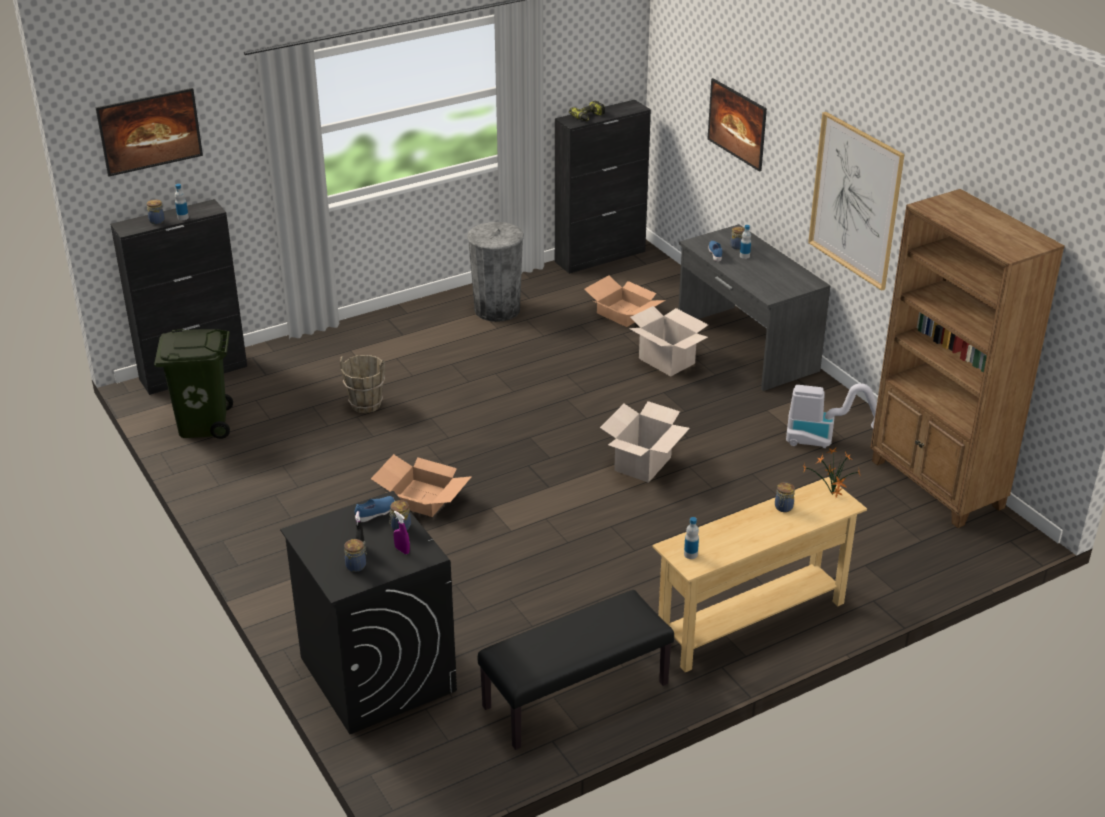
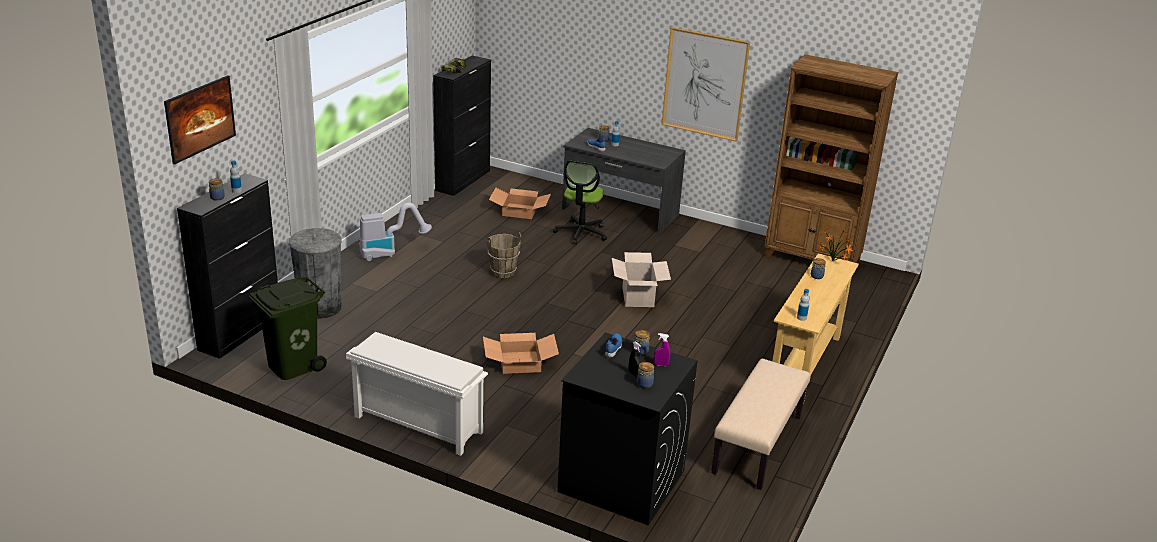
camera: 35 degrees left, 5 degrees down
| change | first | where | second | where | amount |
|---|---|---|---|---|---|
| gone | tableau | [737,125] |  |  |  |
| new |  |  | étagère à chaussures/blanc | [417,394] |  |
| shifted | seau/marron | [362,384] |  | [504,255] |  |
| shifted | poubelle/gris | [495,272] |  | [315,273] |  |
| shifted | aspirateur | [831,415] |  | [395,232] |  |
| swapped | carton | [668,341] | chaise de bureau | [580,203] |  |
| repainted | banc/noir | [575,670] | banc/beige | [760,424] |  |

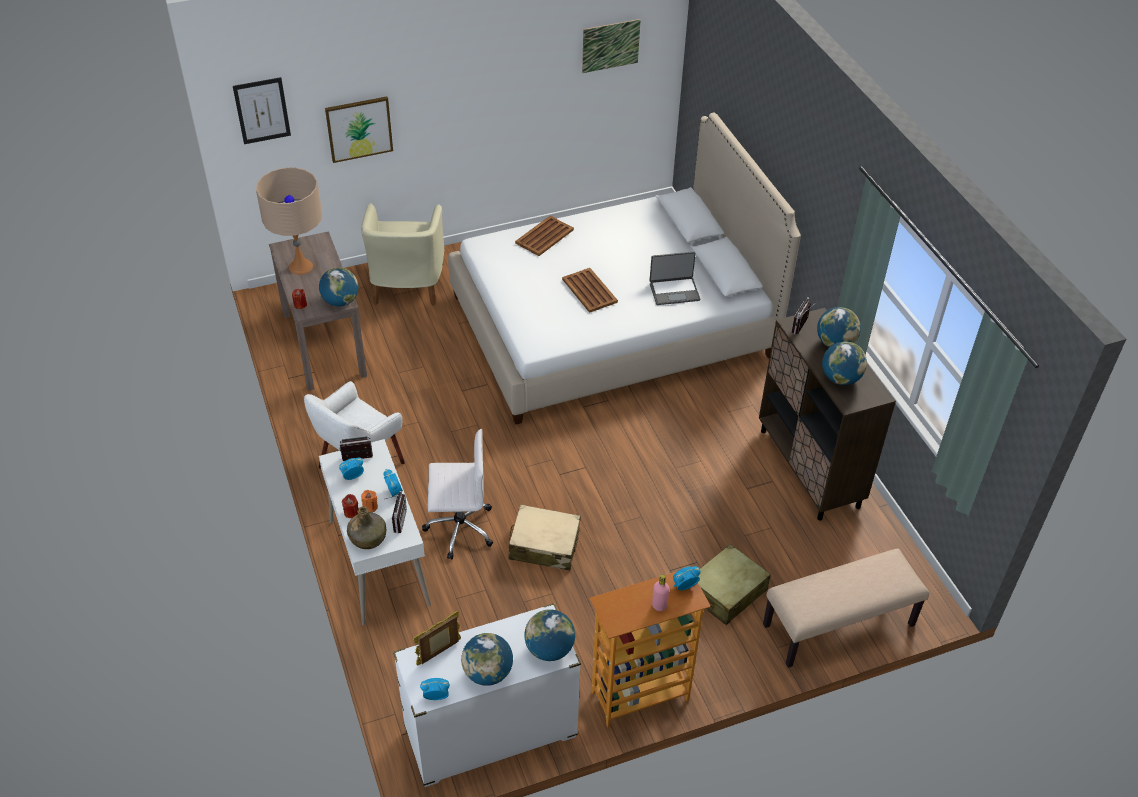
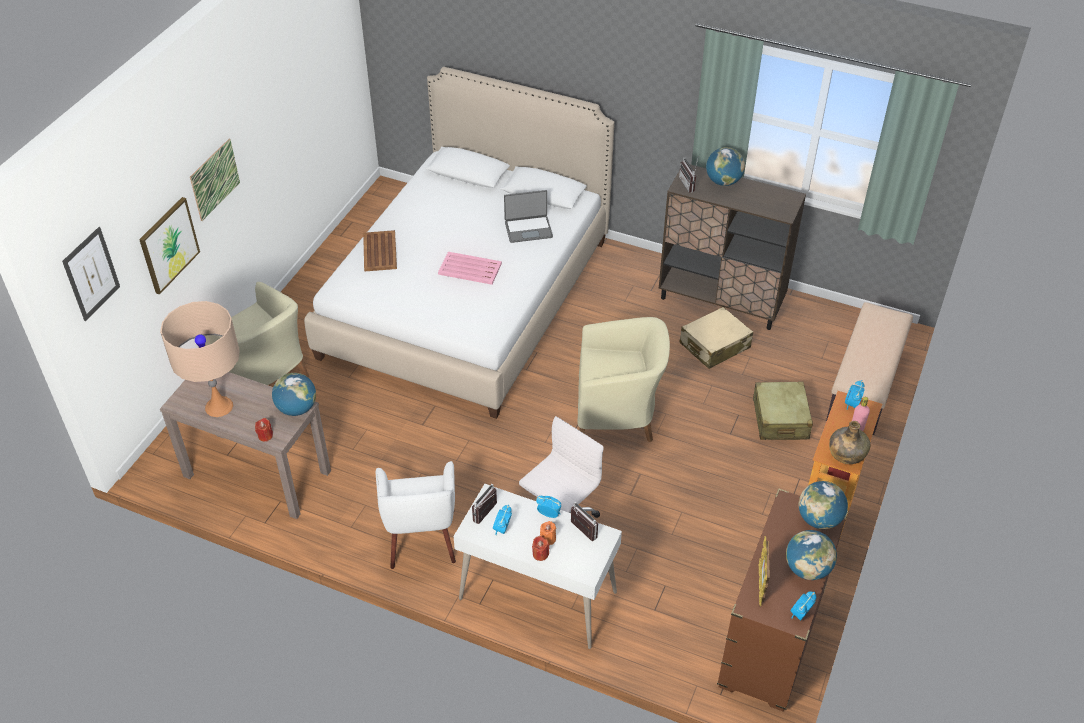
camera: 45 degrees left, 0 degrees up
| change | first | where | second | where | amount |
|---|---|---|---|---|---|
| gone | globe | [844,363] |  |  |  |
| new |  |  | fauteuil/beige | [623,379] |  |
| shifted | bouteille/vert | [366,527] |  | [849,442] |  |
| shifted | valise/beige | [545,537] |  | [716,338] |  |
| shifted | tableau | [611,46] |  | [215,180] |  |
| repainted | commode/blanc | [487,695] | commode/marron | [782,600] |  |
| repainted | plateau/marron | [590,290] | plateau/rose | [470,268] |  |
| rotated | ordinateur portable | [674,278] |  | [528,216] | 45 degrees clockwise |

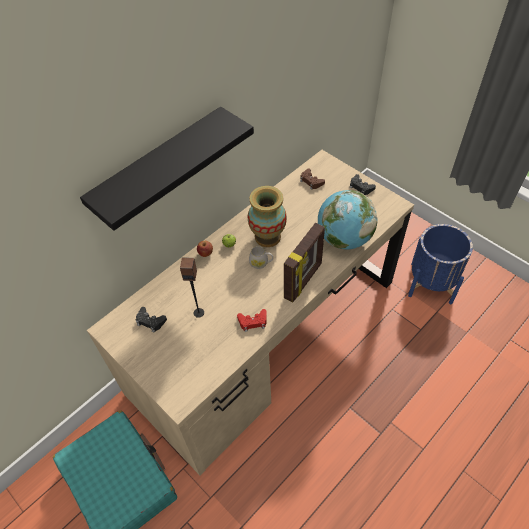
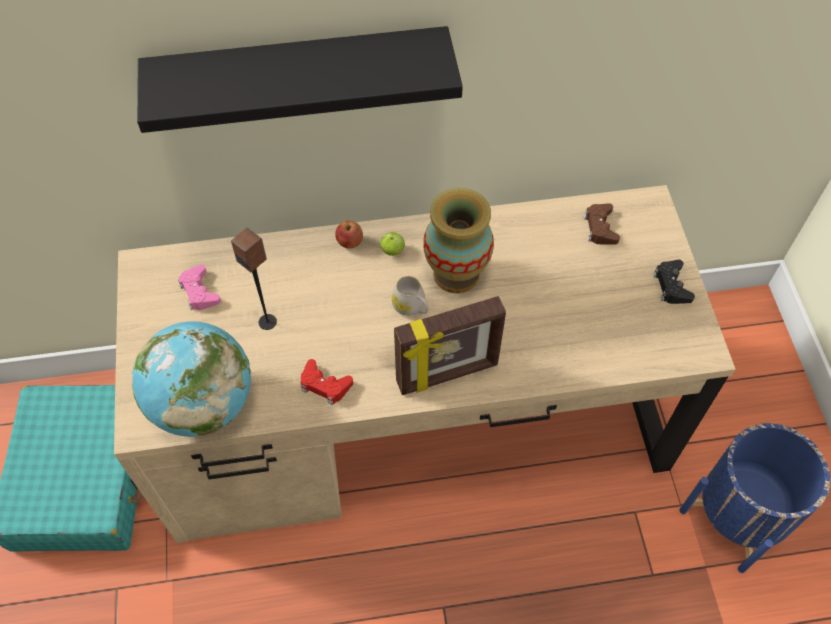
camera: 35 degrees right, 5 degrees up
| change | first | where | second | where | amount |
|---|---|---|---|---|---|
| shifted | globe | [348,219] |  | [191,379] |  |
| repainted | manette/noir | [151,319] | manette/rose | [199,287] |  |

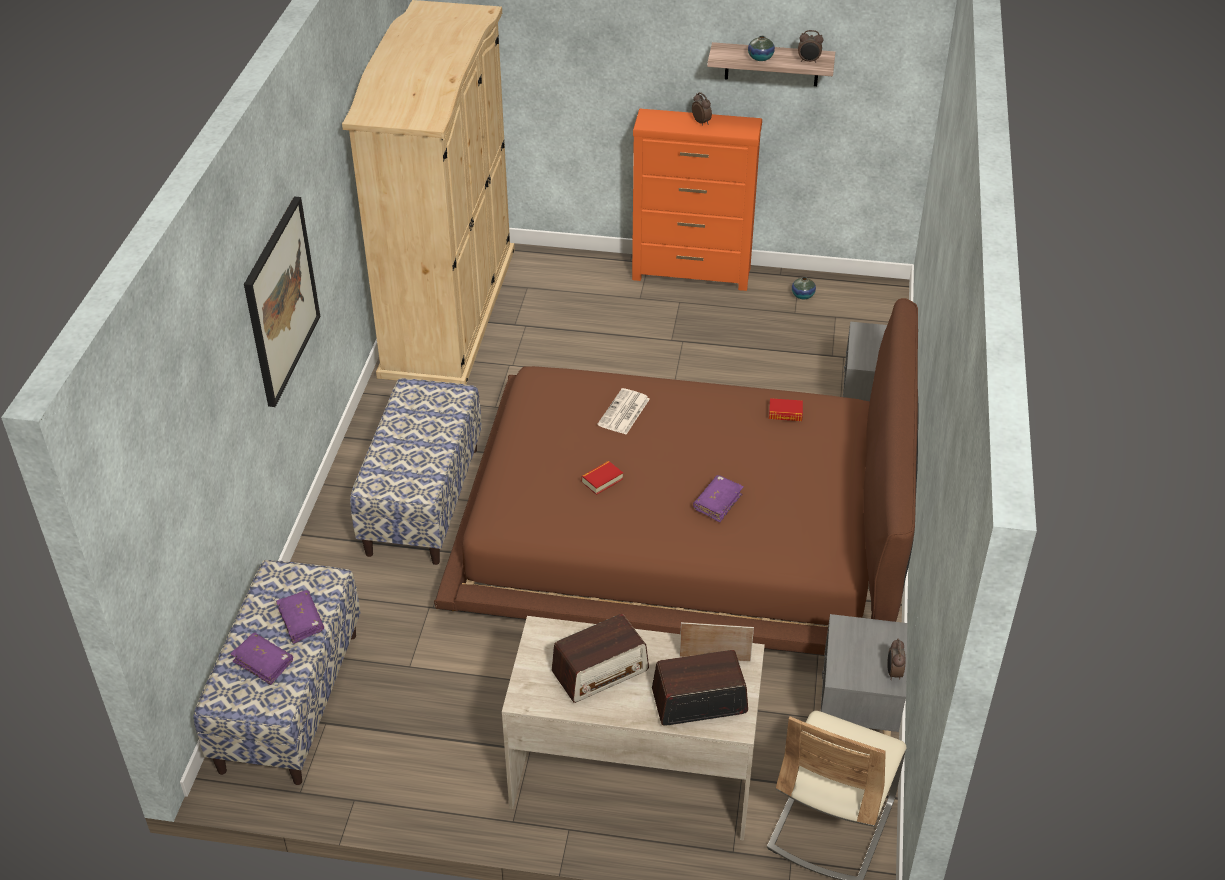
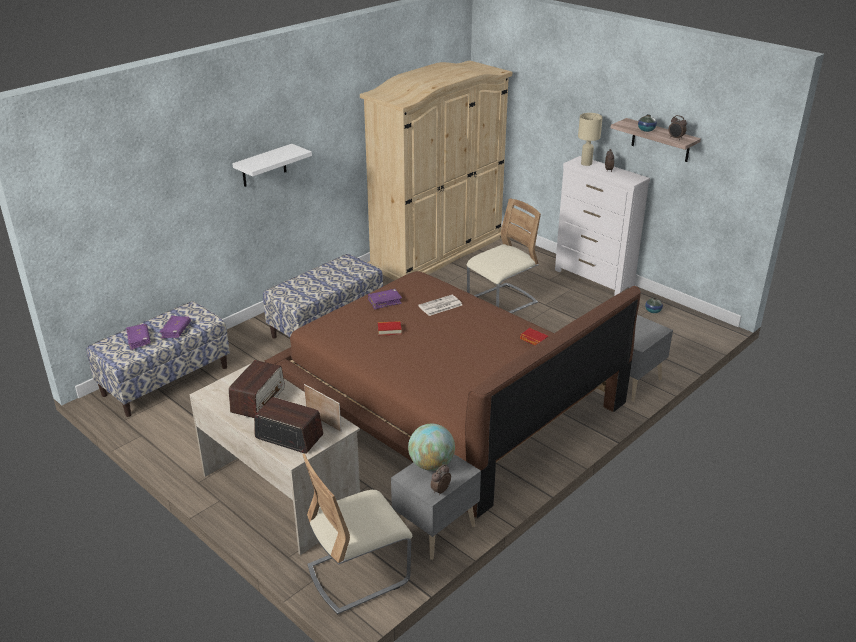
camera: 35 degrees right, 10 degrees down
| change | first | where | second | where | amount |
|---|---|---|---|---|---|
| new |  |  | globe | [431,447] |  |
| new |  |  | chaise/beige | [504,255] |  |
| new |  |  | lampe de table/beige | [590,139] |  |
| shifted | livre/violet | [718,498] |  | [385,299] |  |
| swapped | tableau | [282,301] | étagère/blanc | [272,165] |  |
| repainted | commode/orange | [697,200] | commode/blanc | [602,225] |  |
| rotated | radio | [600,658] |  | [257,389] | 75 degrees counterclockwise |

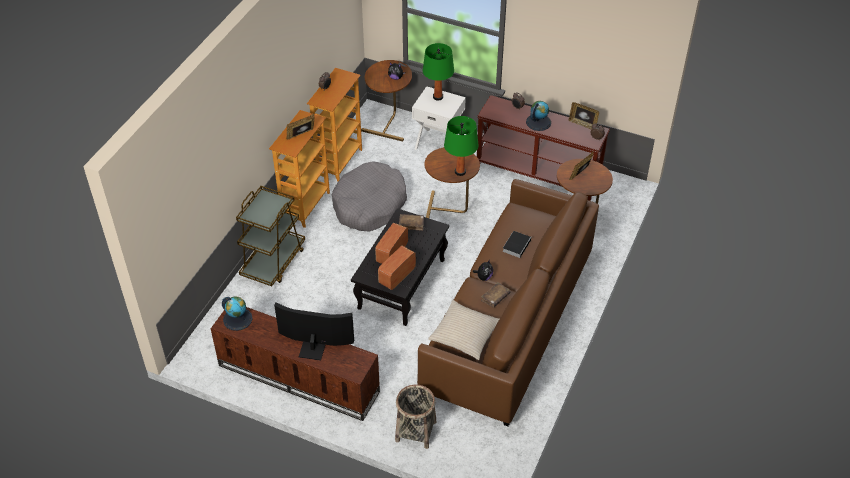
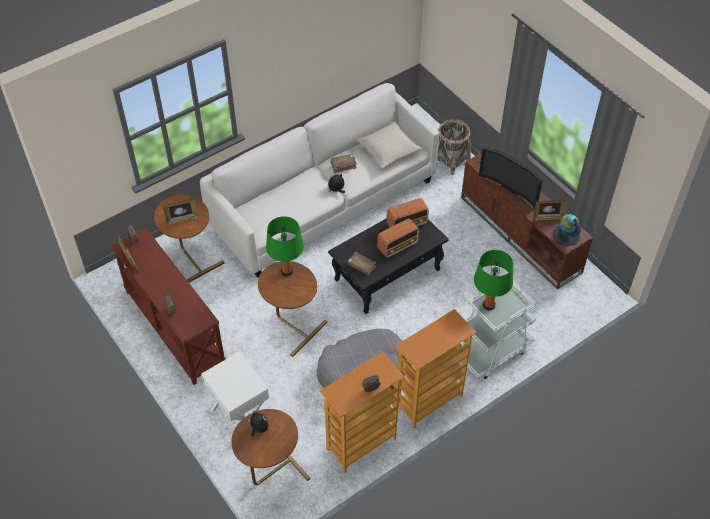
camera: 150 degrees left, 5 degrees up
| change | first | where | second | where | amount |
|---|---|---|---|---|---|
| gone | livre | [517,244] |  |  |  |
| gone | globe | [538,116] |  |  |  |
| shifted | cadre photo | [300,126] |  | [550,210] |  |
| shifted | lampe de table/vert | [438,72] |  | [493,280] |  |
| repainted | chariot/marron | [270,236] | chariot/blanc | [498,330] |  |
| repainted | canapé/marron | [508,302] | canapé/blanc | [319,180] |  |

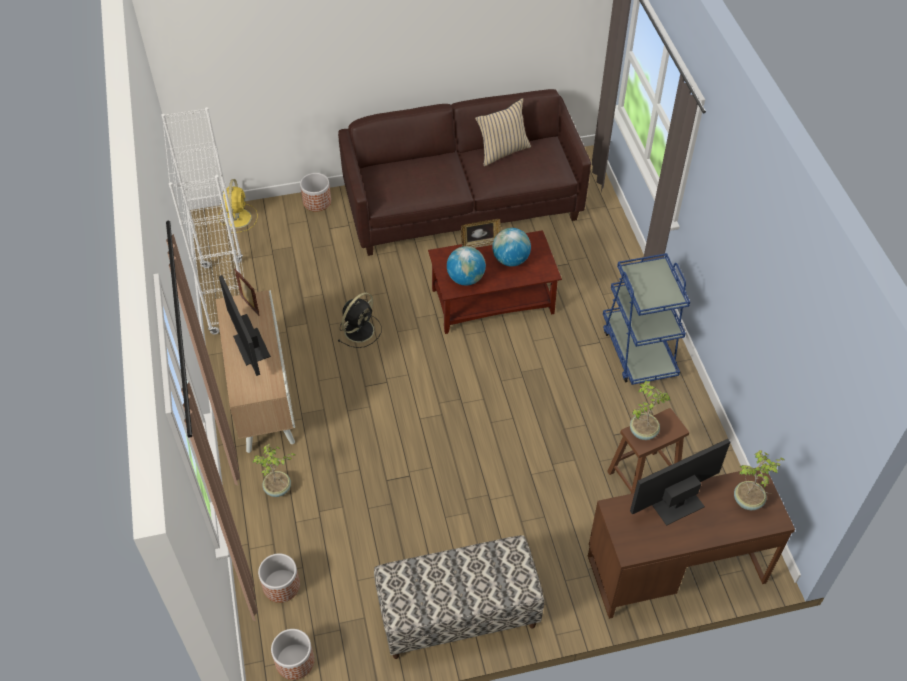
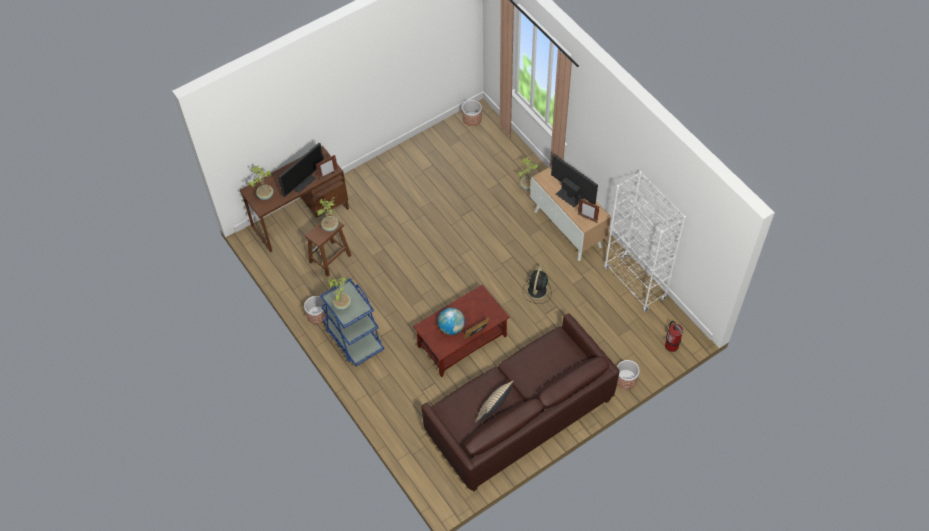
camera: 160 degrees right, 5 degrees up
| change | first | where | second | where | amount |
|---|---|---|---|---|---|
| gone | banc | [459,597] |  |  |  |
| gone | globe | [466,265] |  |  |  |
| new |  |  | cadre photo | [327,167] |  |
| new |  |  | plante en pot | [339,293] |  |
| shifted | cache-pot | [279,578] |  | [315,310] |  |
| swapped | ventilateur/jaune | [238,206] | extincteur | [674,336] |  |

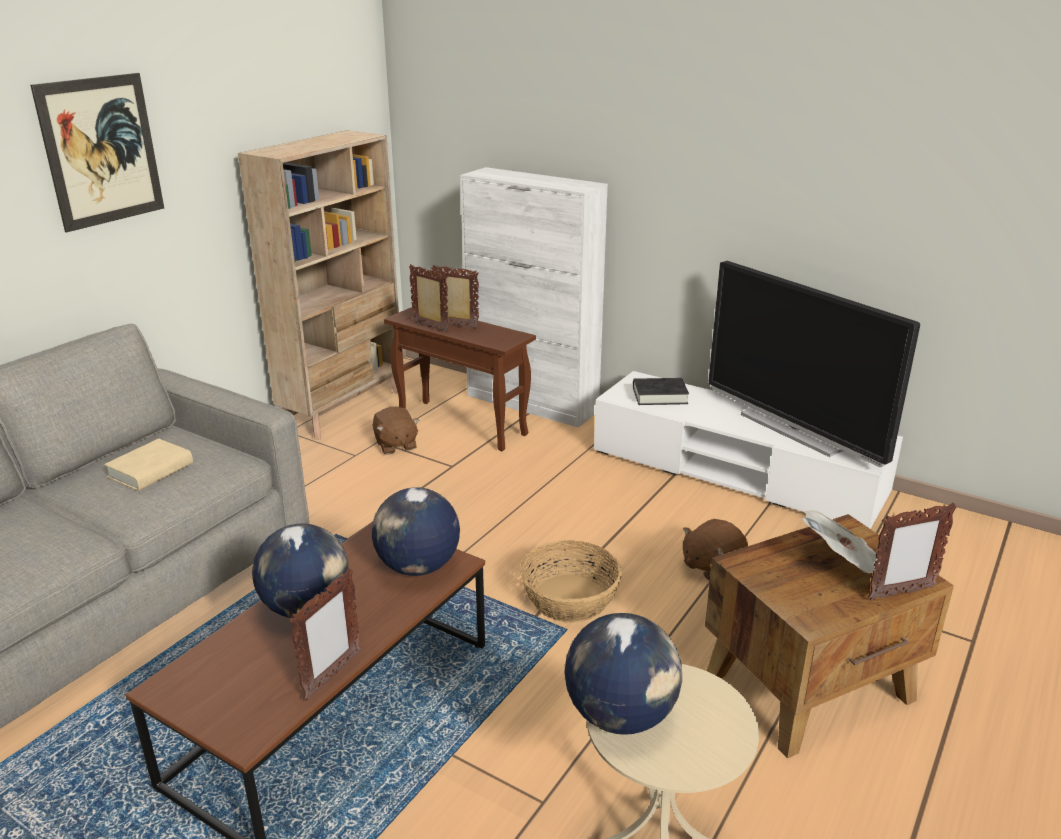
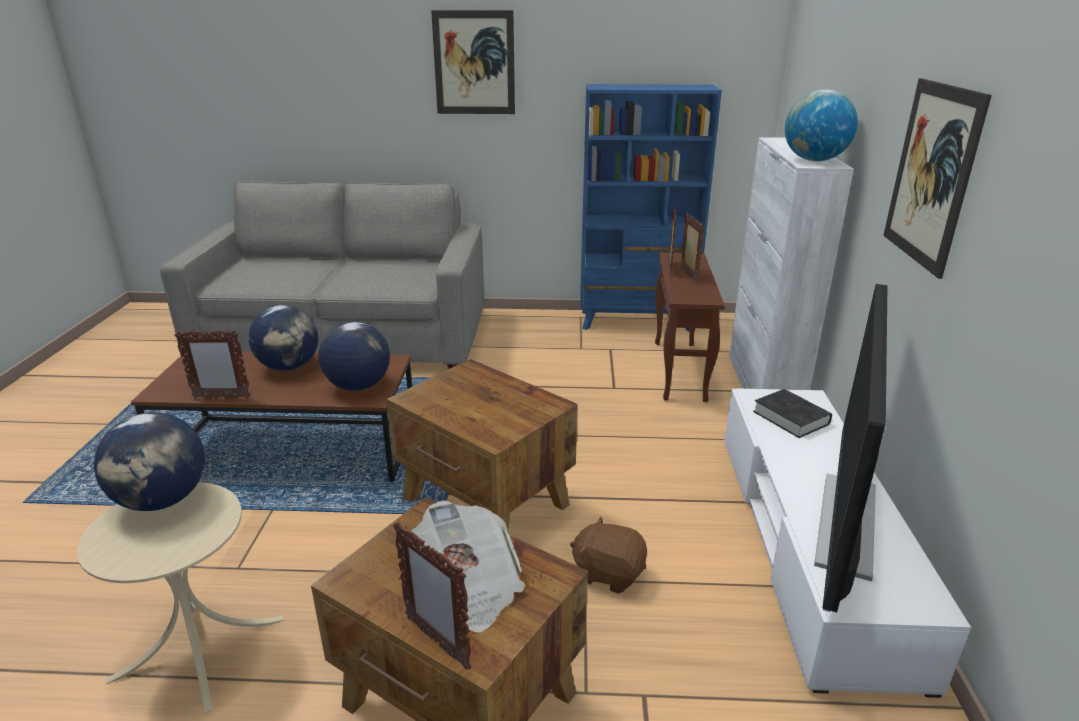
camera: 60 degrees right, 0 degrees up
| change | first | where | second | where | amount |
|---|---|---|---|---|---|
| gone | livre/beige | [148,465] |  |  |  |
| gone | peluche/marron | [396,431] |  |  |  |
| new |  |  | globe | [821,125] |  |
| new |  |  | tableau | [937,178] |  |
| swapped | panier | [571,581] | table d'appoint/marron | [482,446] |  |
| repainted | bibliothèque/beige | [318,285] | bibliothèque/bleu | [651,208] |  |

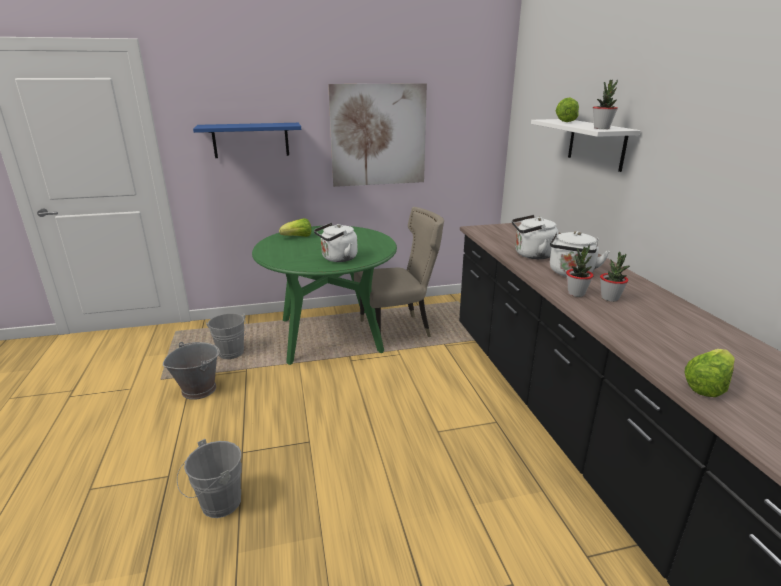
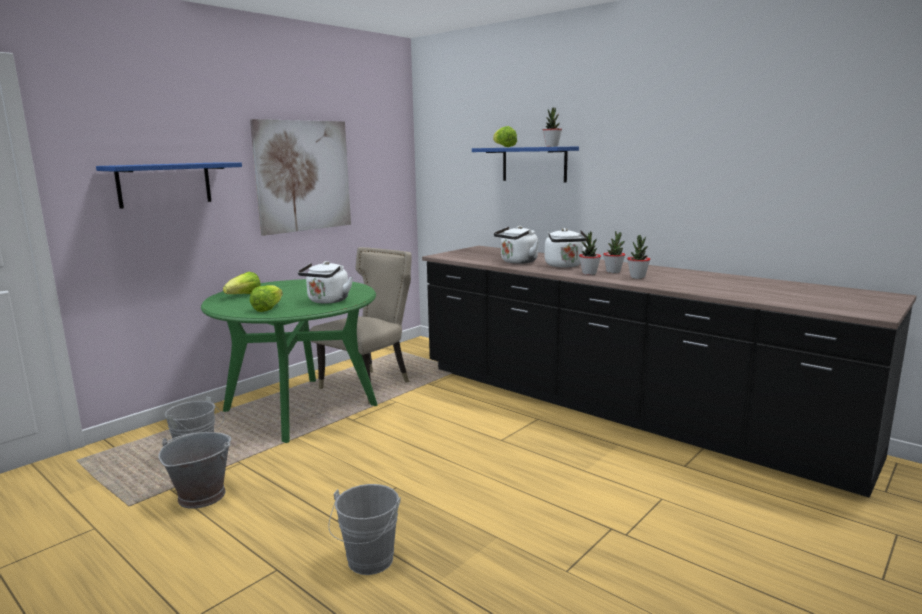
camera: 35 degrees left, 10 degrees down
| change | first | where | second | where | amount |
|---|---|---|---|---|---|
| new |  |  | plante en pot | [638,257] |  |
| shifted | laitue | [710,373] |  | [266,298] |  |
| repainted | étagère/blanc | [586,145] | étagère/bleu | [525,164] |  |

